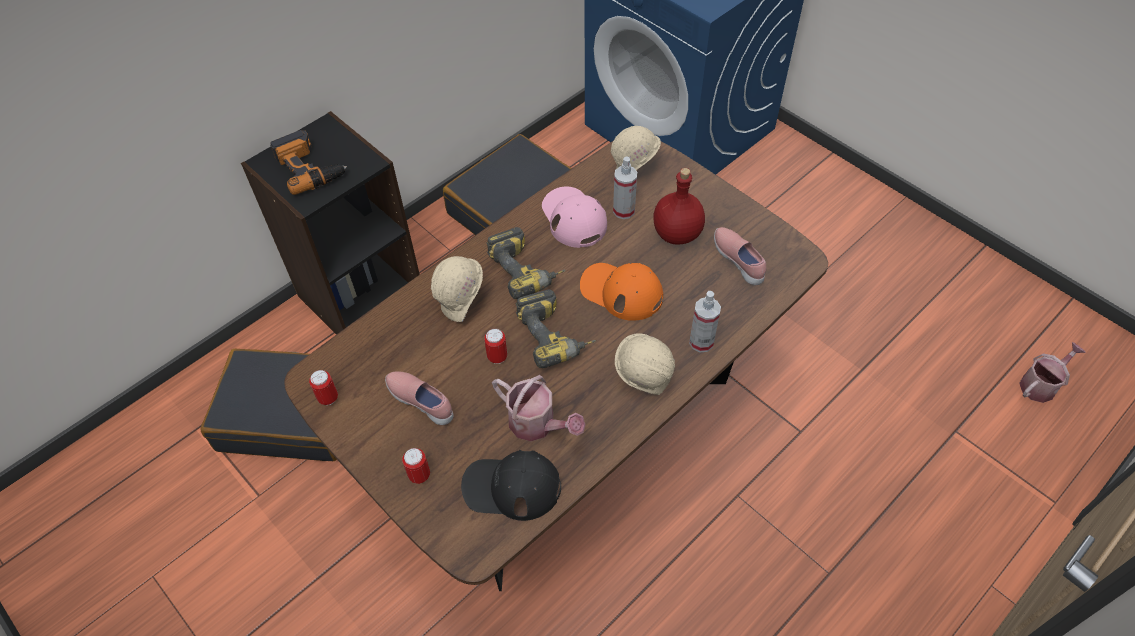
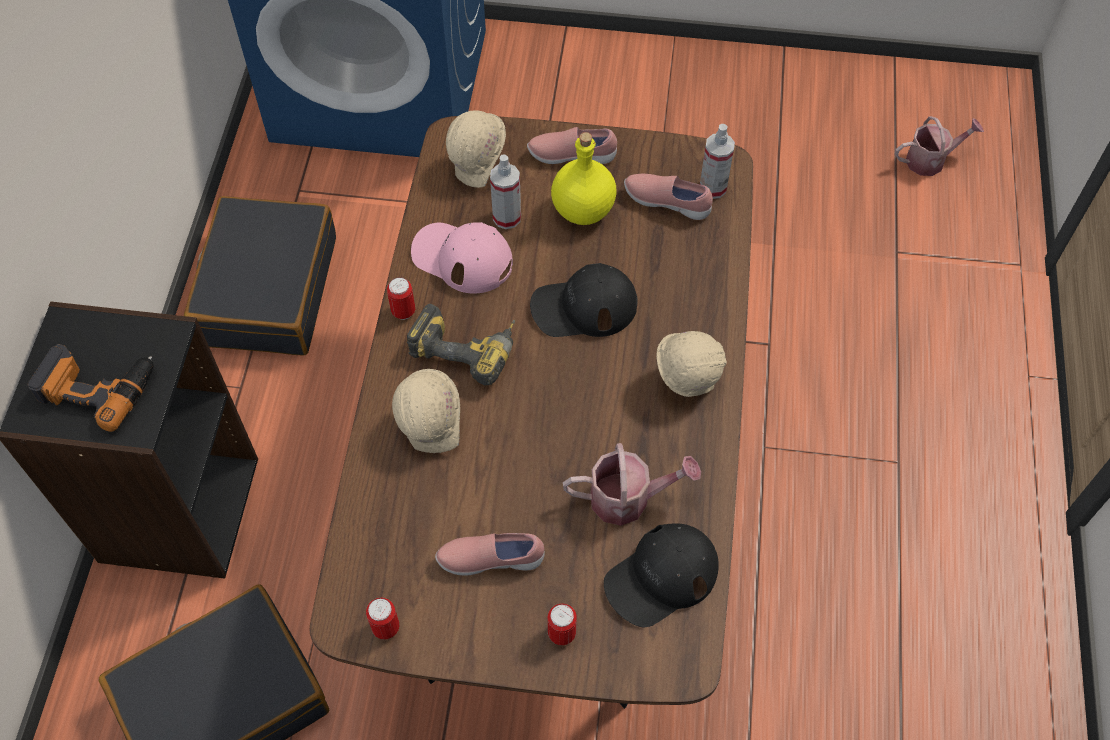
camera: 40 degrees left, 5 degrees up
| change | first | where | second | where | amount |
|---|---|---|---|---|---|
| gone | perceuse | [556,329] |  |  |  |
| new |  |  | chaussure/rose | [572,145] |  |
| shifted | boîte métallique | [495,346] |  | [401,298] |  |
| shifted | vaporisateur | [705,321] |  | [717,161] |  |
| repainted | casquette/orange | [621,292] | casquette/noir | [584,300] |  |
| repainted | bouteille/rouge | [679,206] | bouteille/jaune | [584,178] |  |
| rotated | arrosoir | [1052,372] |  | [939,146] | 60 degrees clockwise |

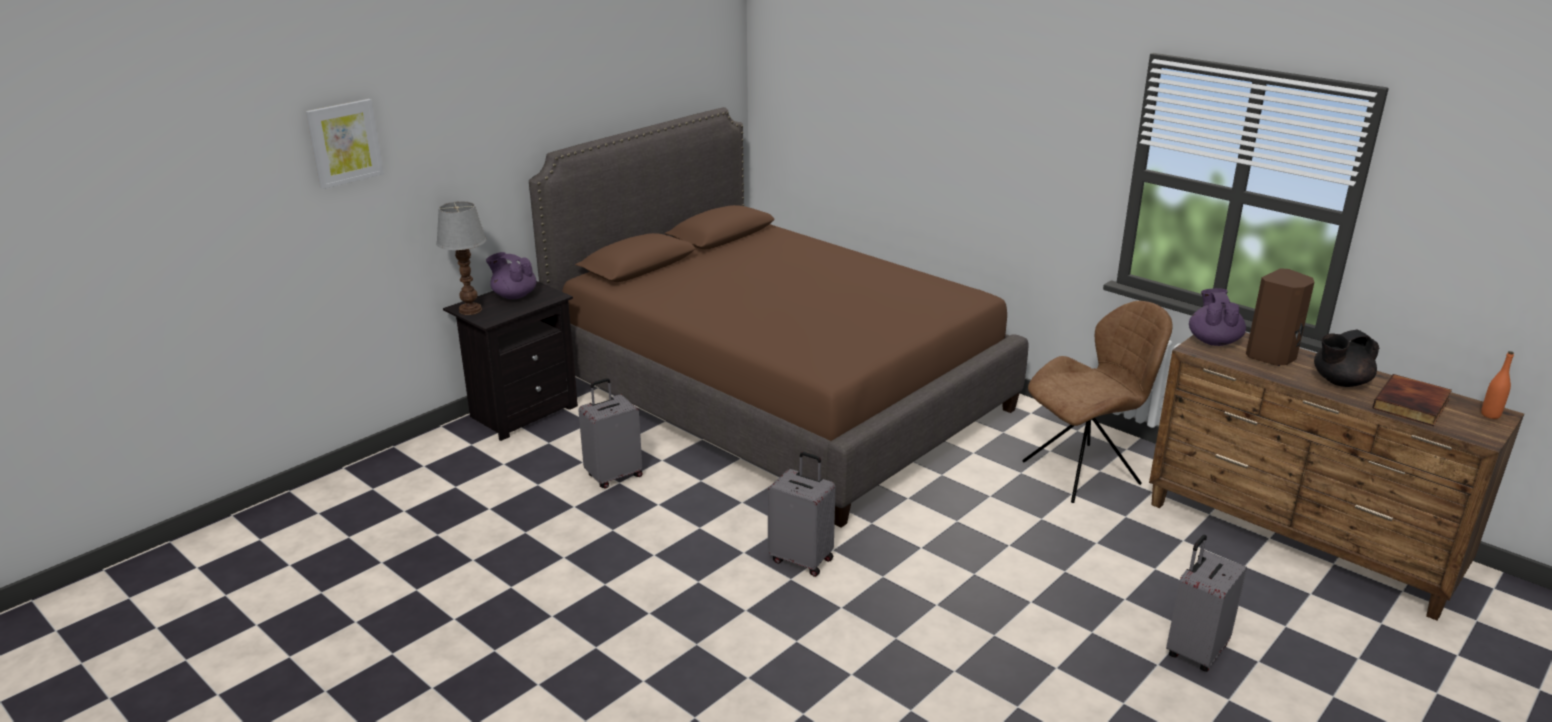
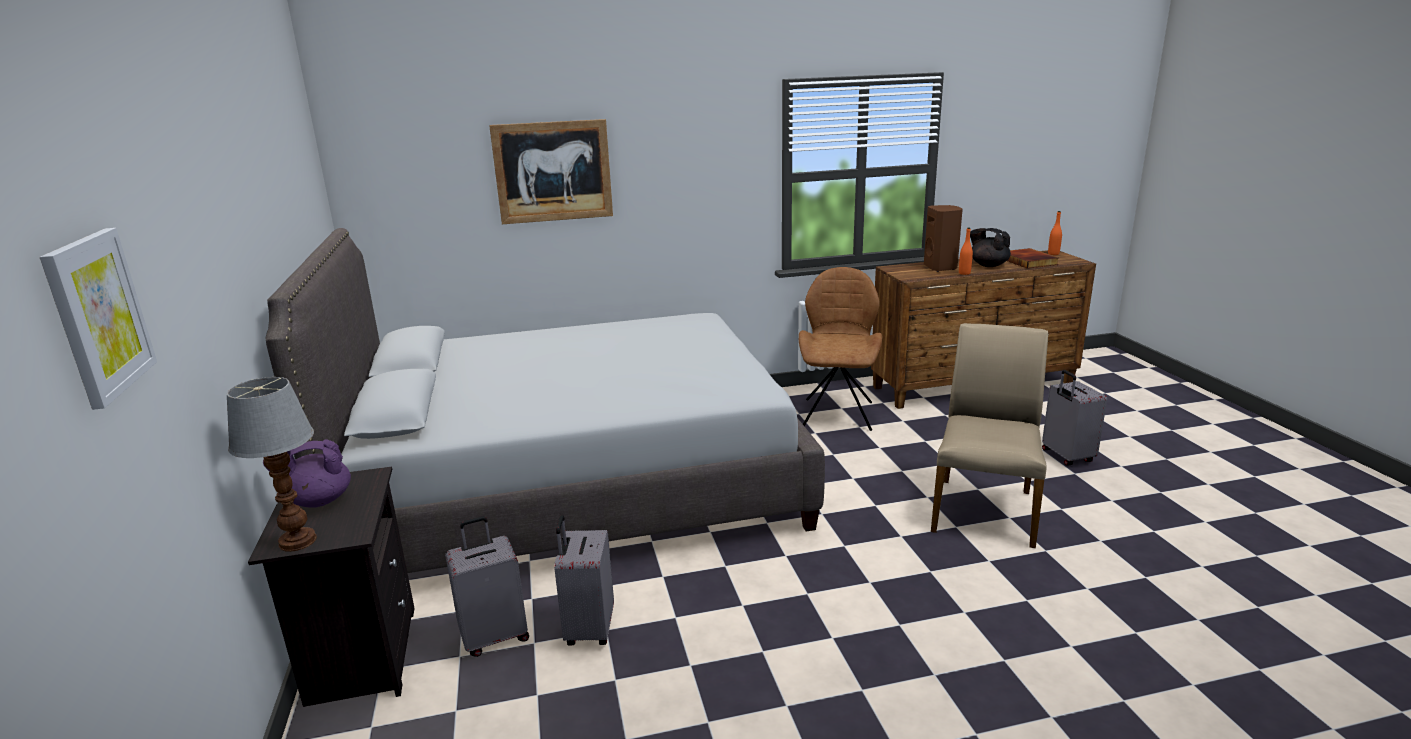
camera: 55 degrees left, 5 degrees down
| change | first | where | second | where | amount |
|---|---|---|---|---|---|
| gone | théière/violet | [1217,317] |  |  |  |
| new |  |  | tableau | [551,171] |  |
| new |  |  | chaise/beige | [989,435] |  |
| new |  |  | bouteille/orange | [966,251] |  |
| shifted | valise/gris | [802,514] |  | [487,586] |  |
| repainted | lit/marron | [778,317] | lit/gris | [545,400] |  |
| rotated | théière/noir | [1346,358] |  | [990,247] | 120 degrees clockwise |

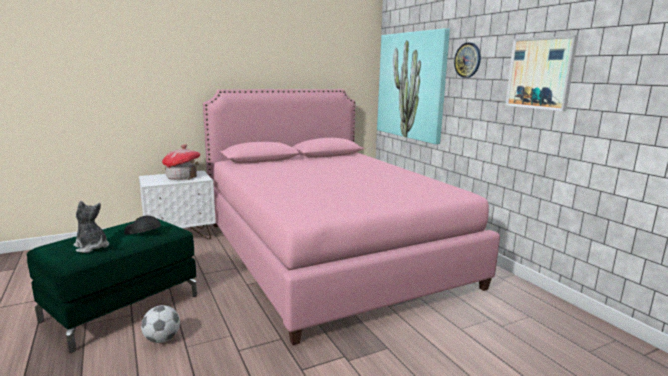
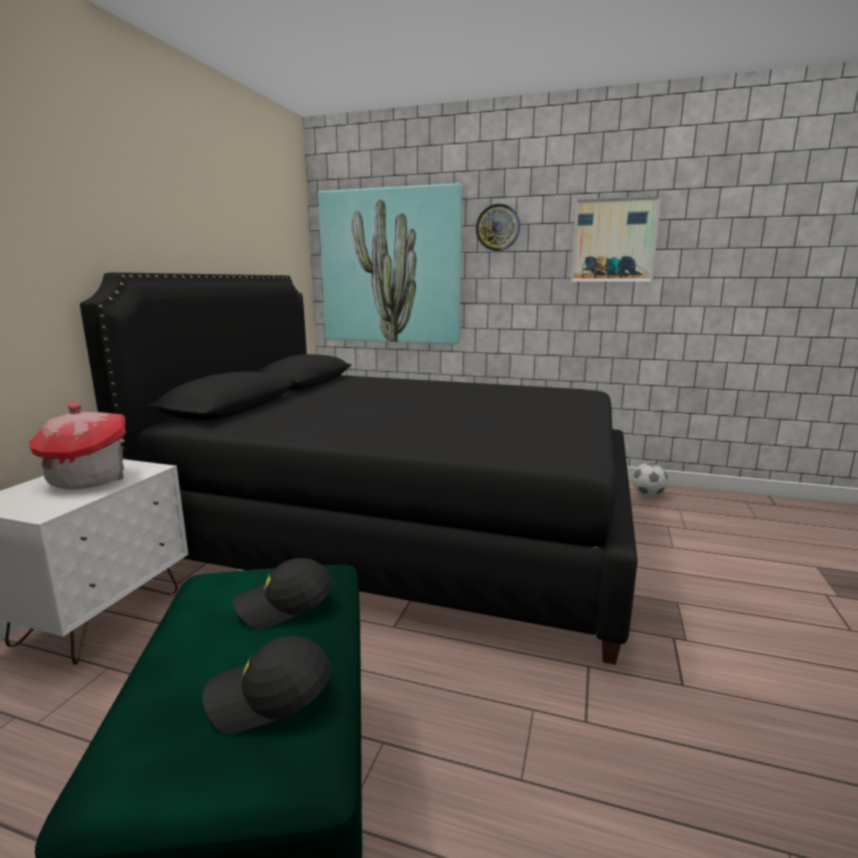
camera: 45 degrees left, 0 degrees up
| change | first | where | second | where | amount |
|---|---|---|---|---|---|
| shifted | ballon de foot | [160,324] |  | [650,479] |  |
| swapped | peluche | [91,227] | casquette/noir | [266,685] |  |
| repainted | lit/rose | [351,217] | lit/noir | [359,468] |  |

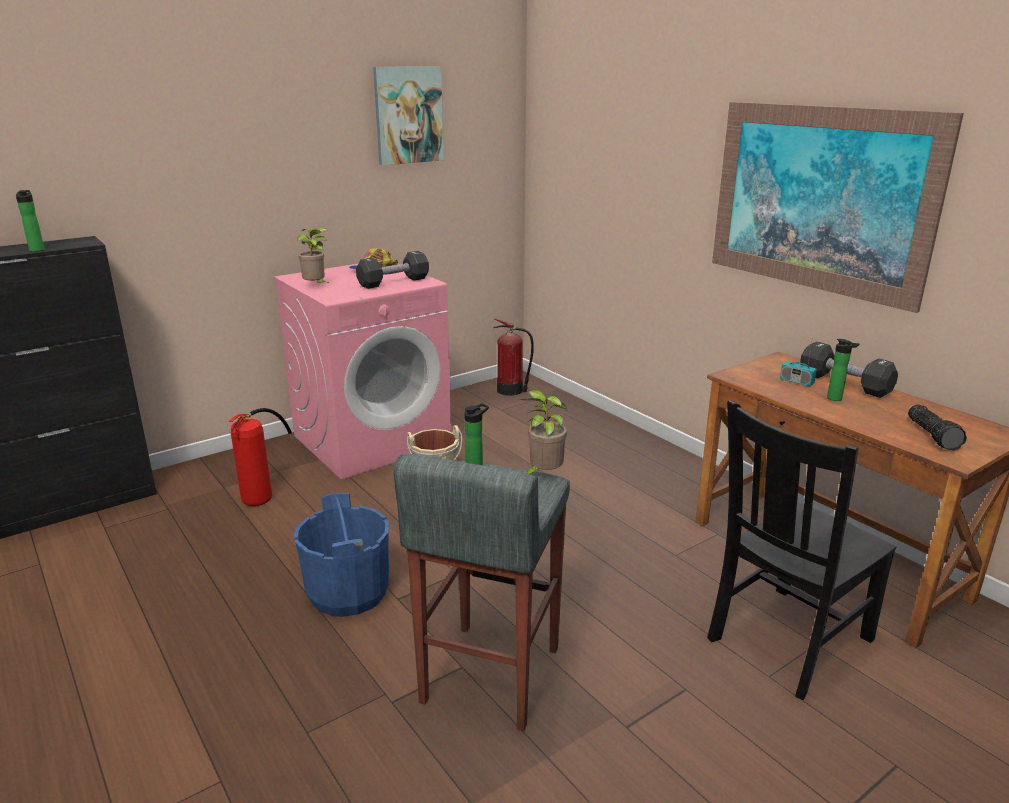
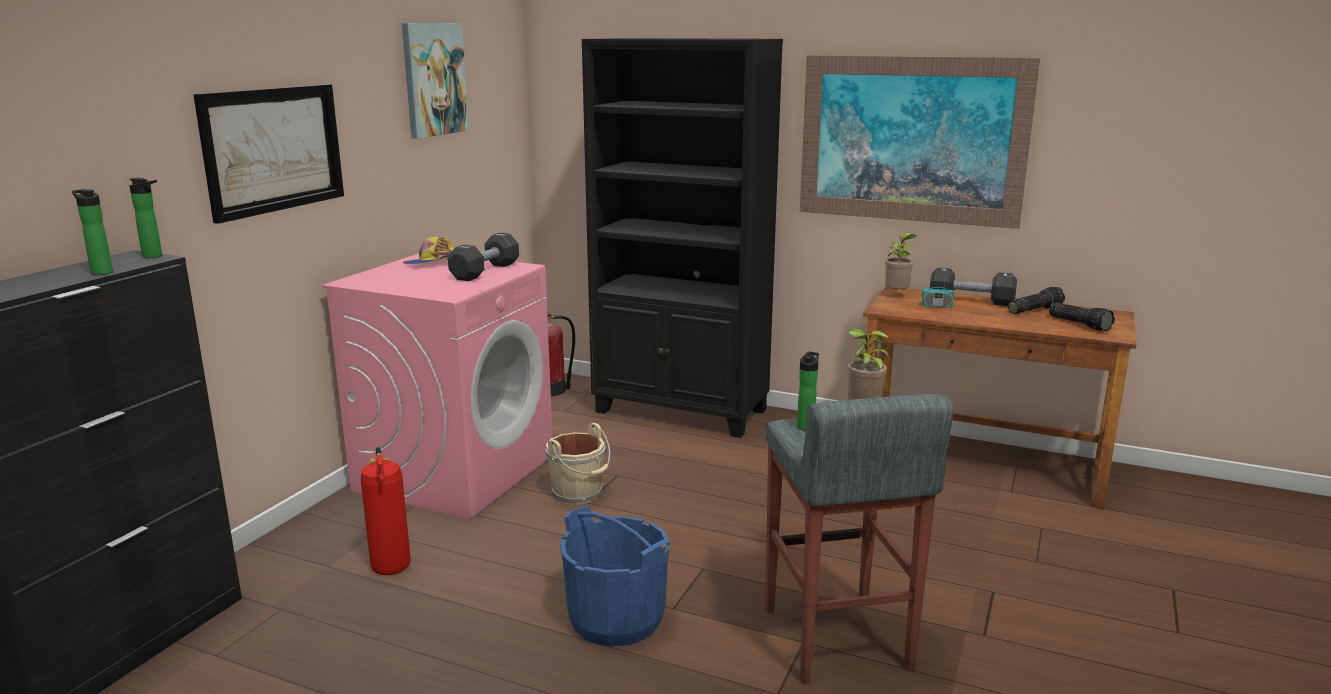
camera: 30 degrees left, 5 degrees down
| change | first | where | second | where | amount |
|---|---|---|---|---|---|
| gone | chaise/noir | [801,550] |  |  |  |
| new |  |  | tableau | [268,154] |  |
| new |  |  | bibliothèque/noir | [682,238] |  |
| new |  |  | lampe de poche | [1036,300] |  |
| shifted | plante en pot | [312,255] |  | [901,262] |  |
| shifted | bouteille | [843,370] |  | [145,218] |  |

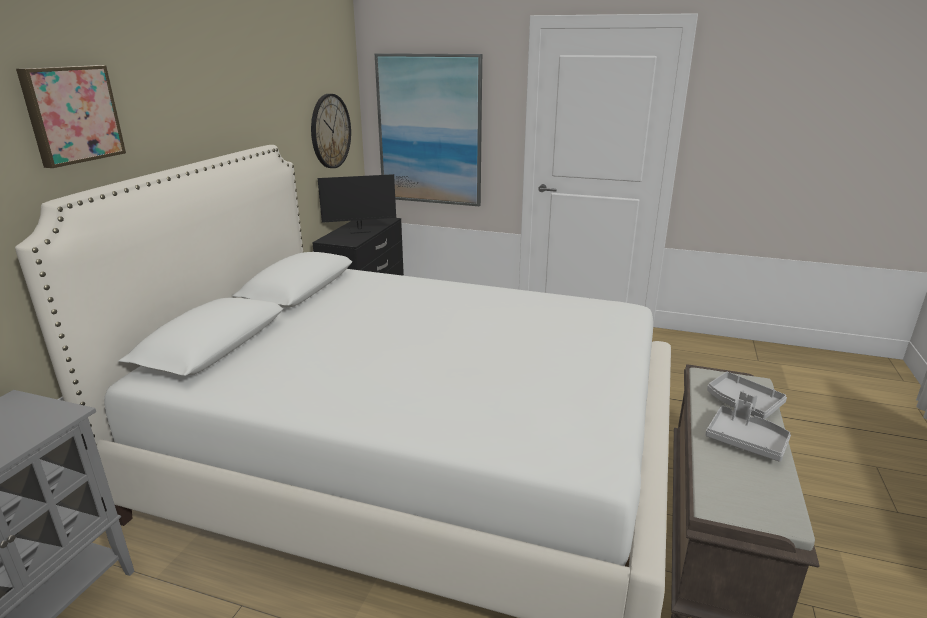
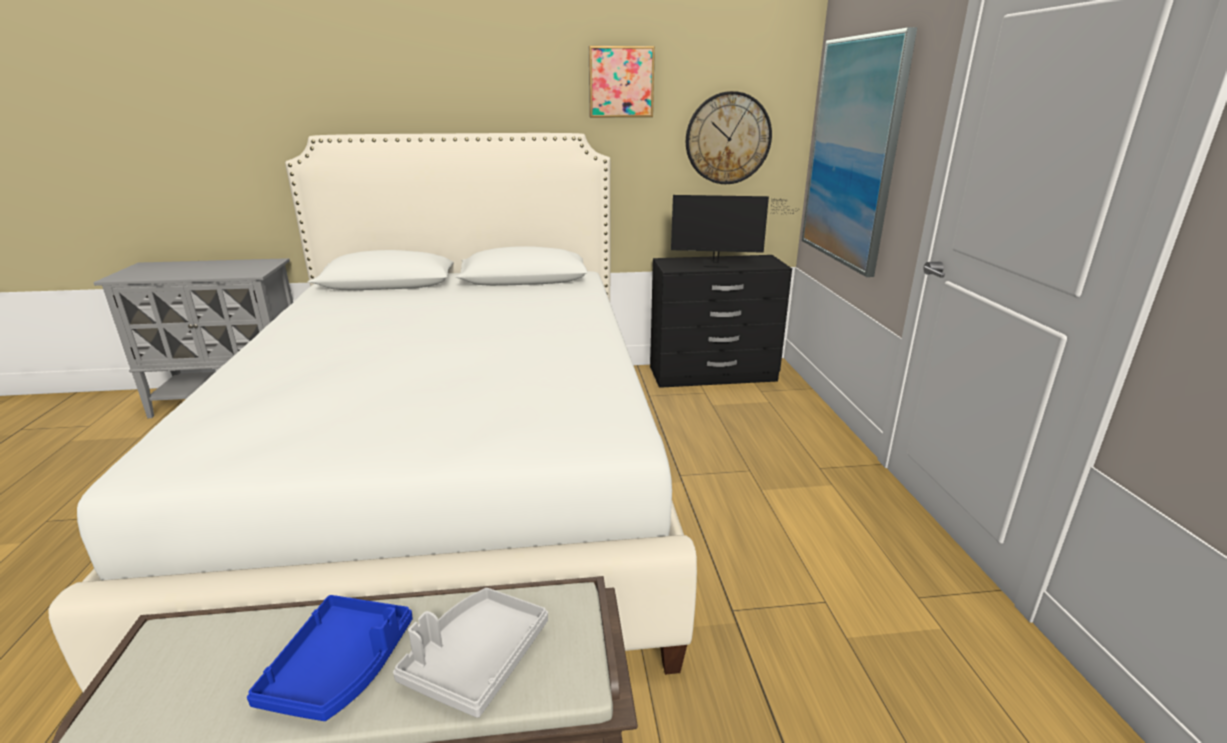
camera: 65 degrees right, 0 degrees up
| change | first | where | second | where | amount |
|---|---|---|---|---|---|
| shifted | tableau | [71,116] |  | [622,82] |  |
| repainted | plateau/gris | [748,430] | plateau/bleu | [330,658] |  |
| rotated | écran d'ordinateur | [368,204] |  | [735,231] | 45 degrees counterclockwise |

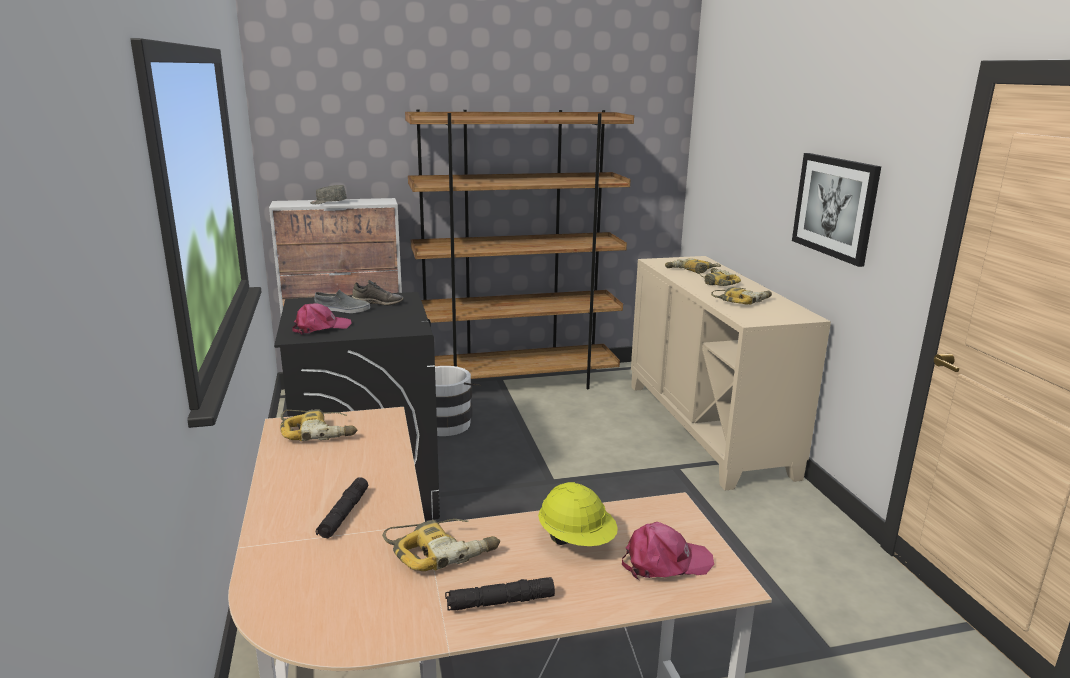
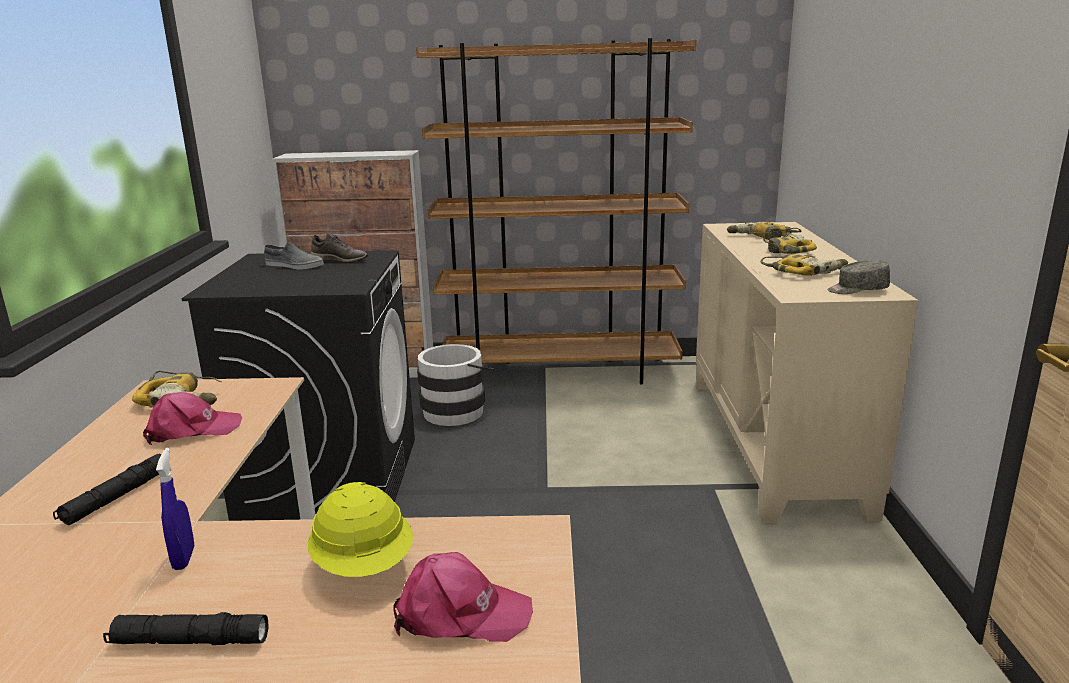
camera: 15 degrees right, 0 degrees up
| change | first | where | second | where | amount |
|---|---|---|---|---|---|
| gone | tableau | [836,210] |  |  |  |
| shifted | casquette/rose | [322,319] |  | [192,418] |  |
| shifted | casquette/gris | [328,194] |  | [858,277] |  |
| swapped | perceuse | [441,545] | vaporisateur/bleu | [175,509] |  |

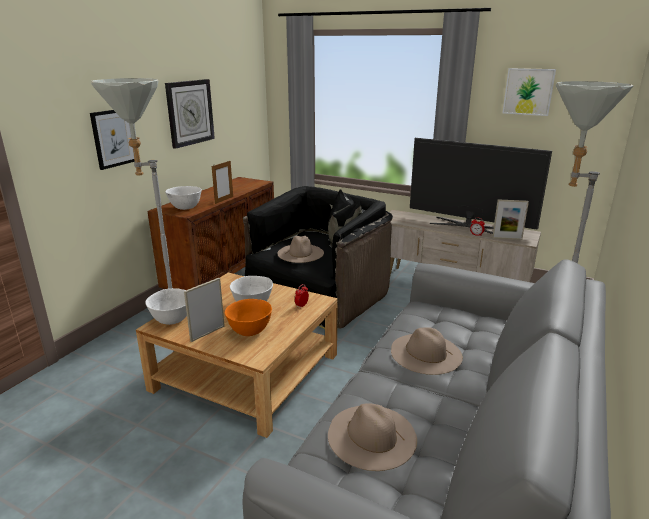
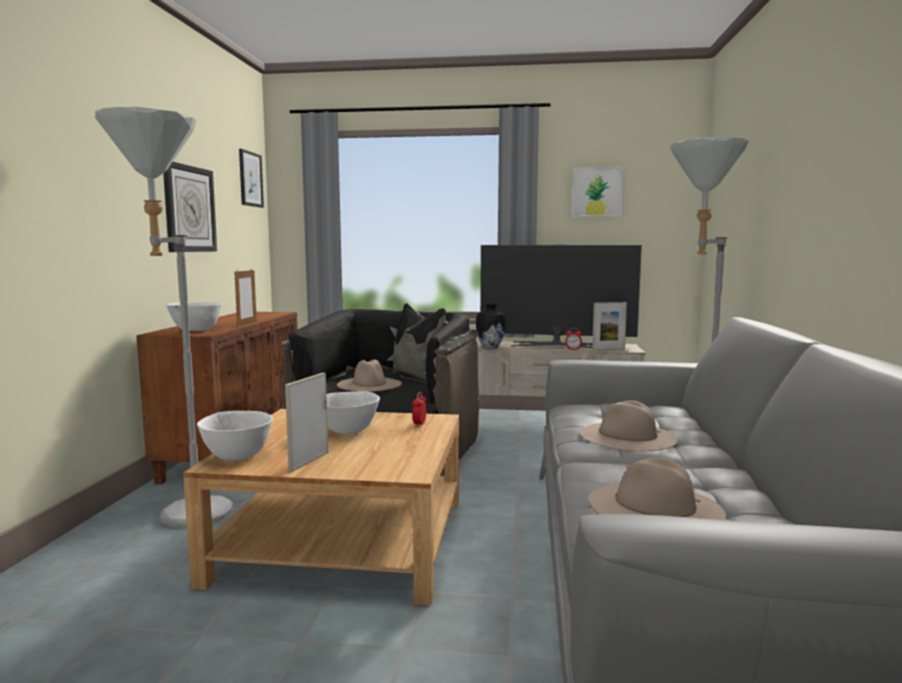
camera: 20 degrees left, 15 degrees down
| change | first | where | second | where | amount |
|---|---|---|---|---|---|
| gone | bol/orange | [248,317] |  |  |  |
| new |  |  | vase | [491,326] |  |
| shifted | tableau | [112,140] |  | [251,178] |  |

